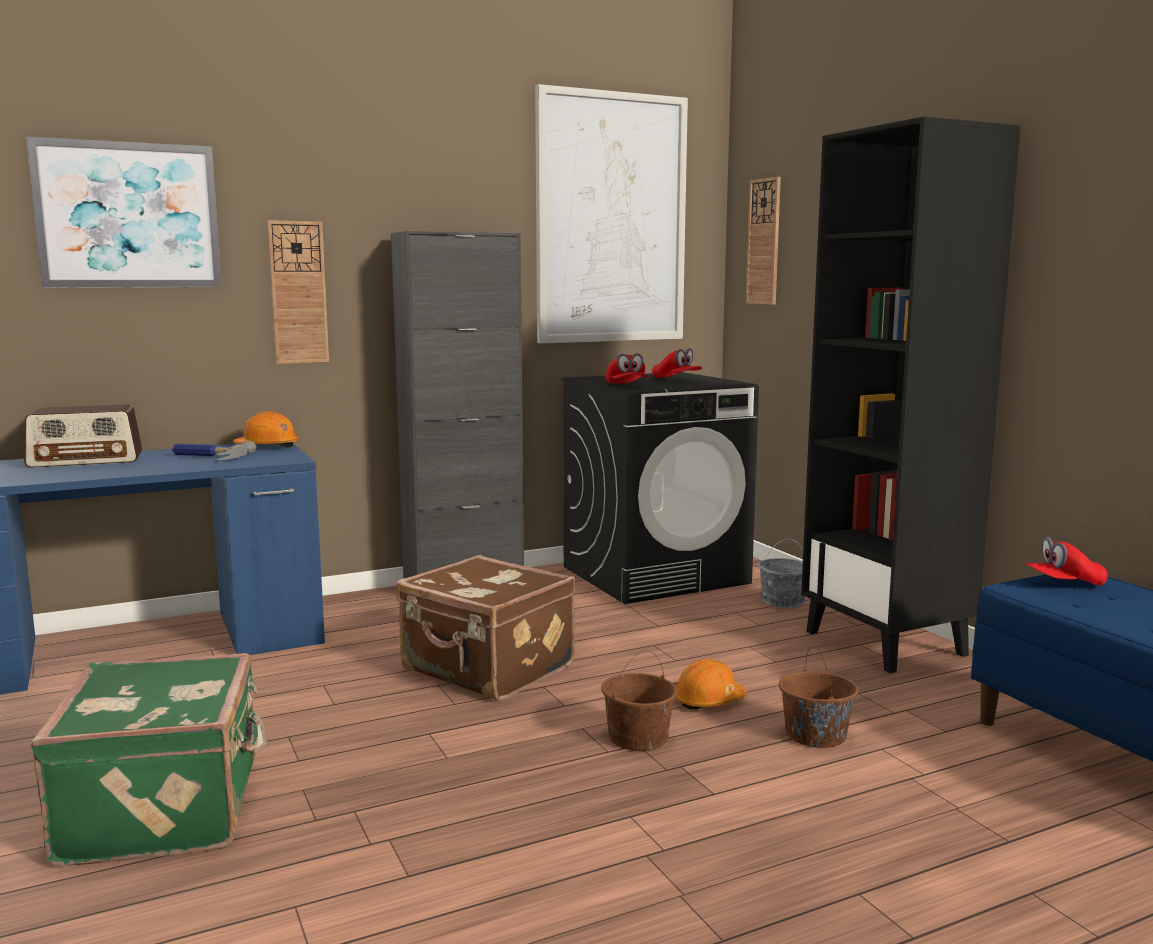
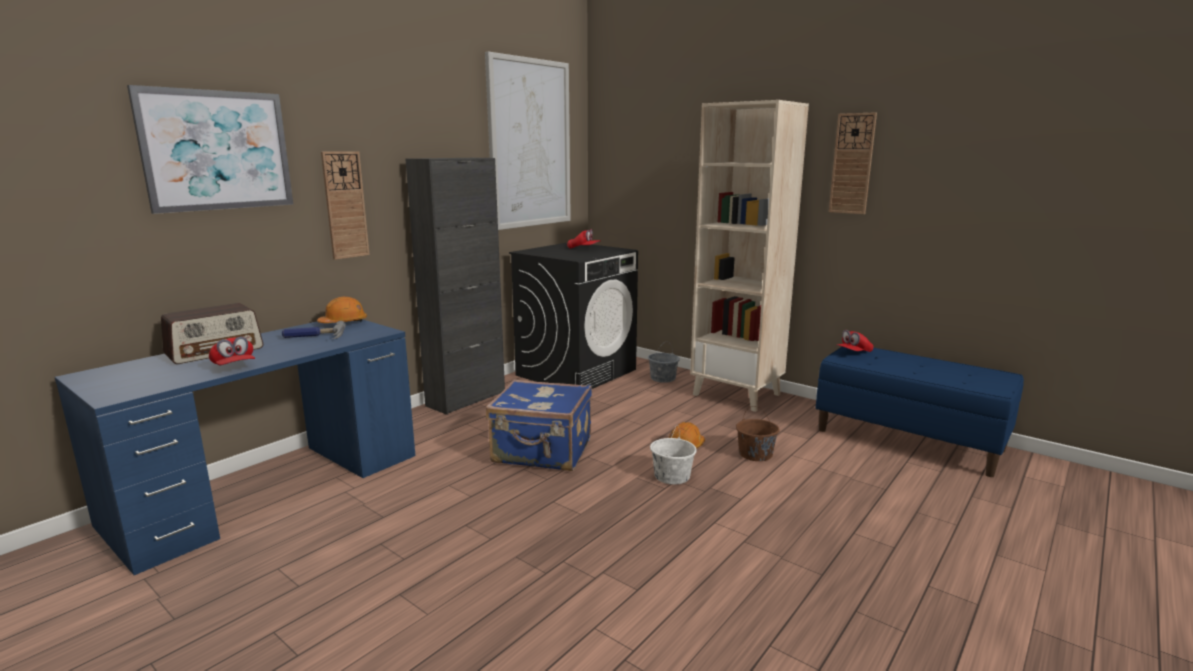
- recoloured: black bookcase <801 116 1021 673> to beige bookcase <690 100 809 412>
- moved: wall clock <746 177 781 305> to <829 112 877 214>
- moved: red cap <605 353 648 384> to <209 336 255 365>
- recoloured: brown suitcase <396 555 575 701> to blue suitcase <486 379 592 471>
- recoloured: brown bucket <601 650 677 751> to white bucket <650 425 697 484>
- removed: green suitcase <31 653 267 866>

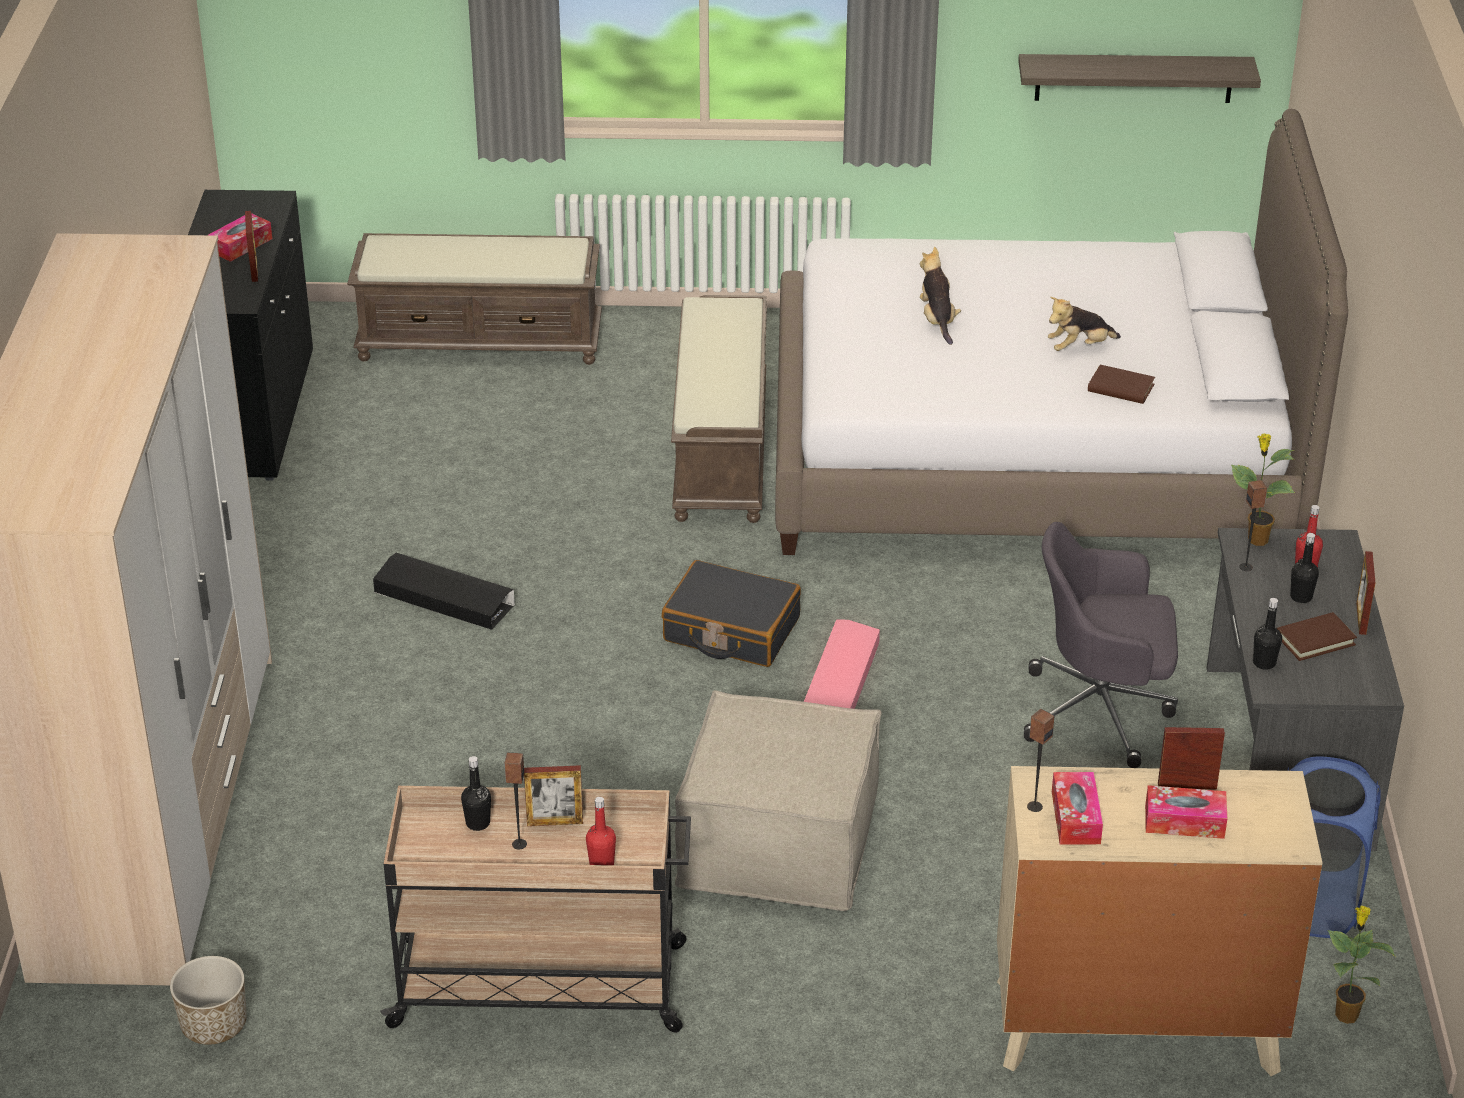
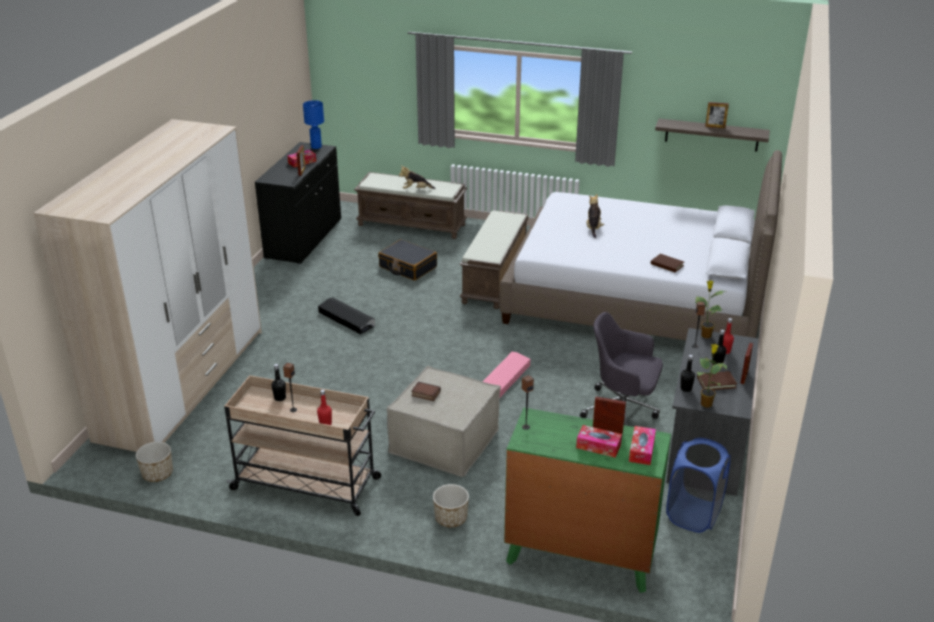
- moved: plush toy <1048 297 1121 351> to <399 166 435 189>
- moved: black suitcase <662 560 801 667> to <378 239 437 281>
- moved: picture frame <524 765 583 826> to <705 102 729 128>
- recoloured: beige dresser <997 766 1322 1076> to green dresser <504 408 671 593>
- moved: tissue box <1052 772 1103 845> to <629 426 656 465>
- moved: potted plant <1328 905 1395 1024> to <697 344 727 408>
- added: blue table lamp <303 100 324 149>
- added: book <411 382 441 401>
- added: planter <433 484 469 527>

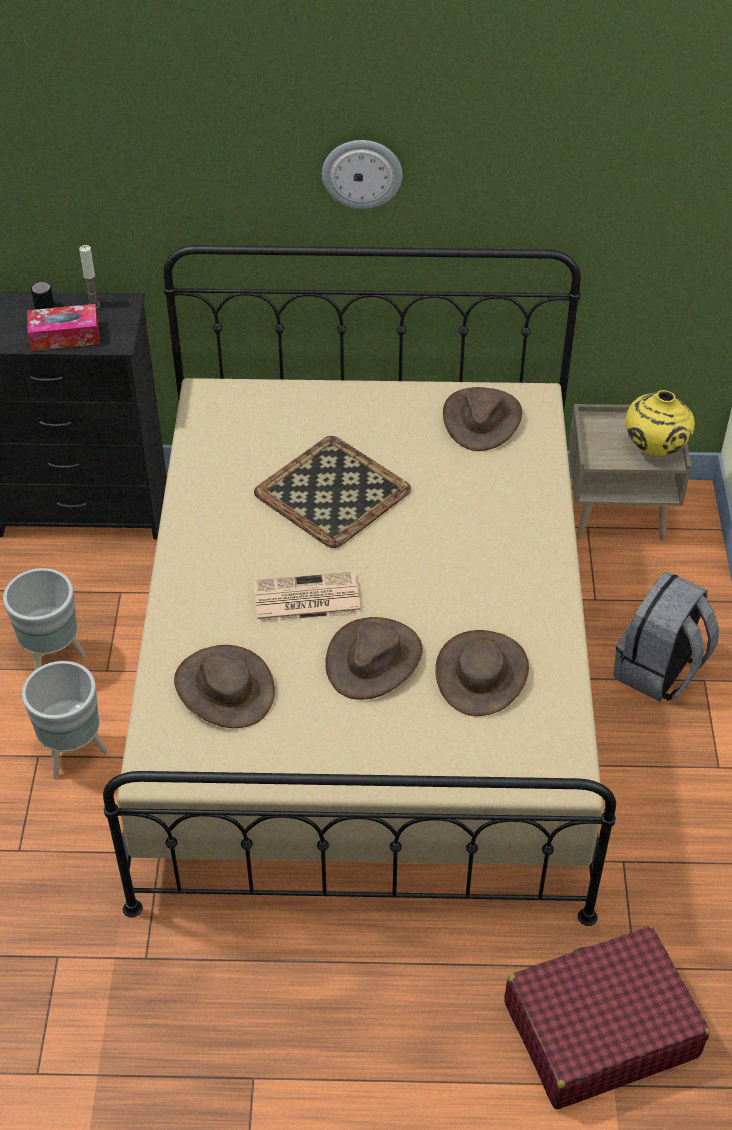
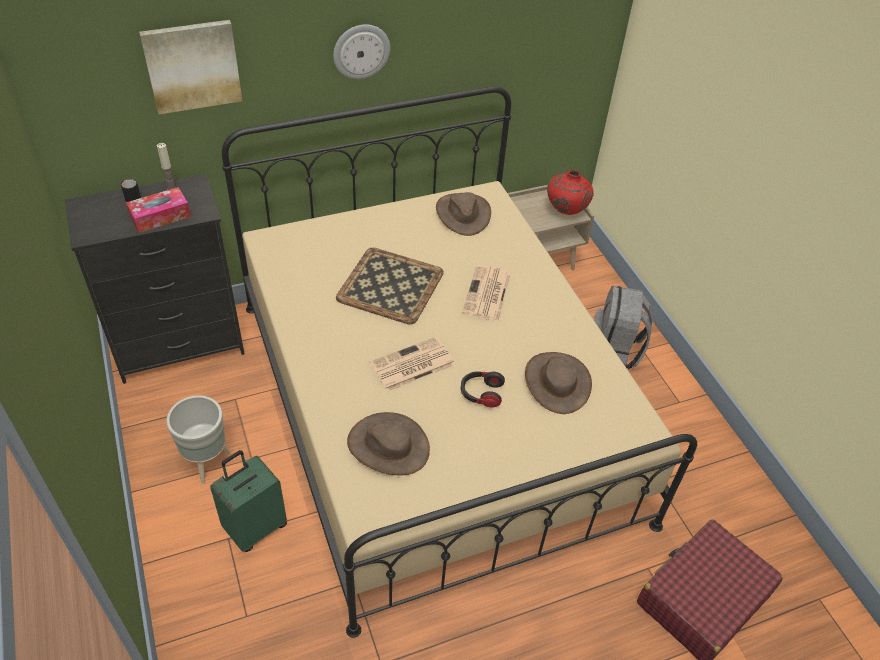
- recoloured: yellow vase <626 390 695 456> to red vase <547 170 594 215>
- replaced: brown hat <325 617 423 700> to headphones <461 371 505 408>
- replaced: grey planter <22 661 108 779> to green suitcase <210 450 287 552>
- added: picture <139 20 242 114>
- added: newspaper <462 265 511 322>

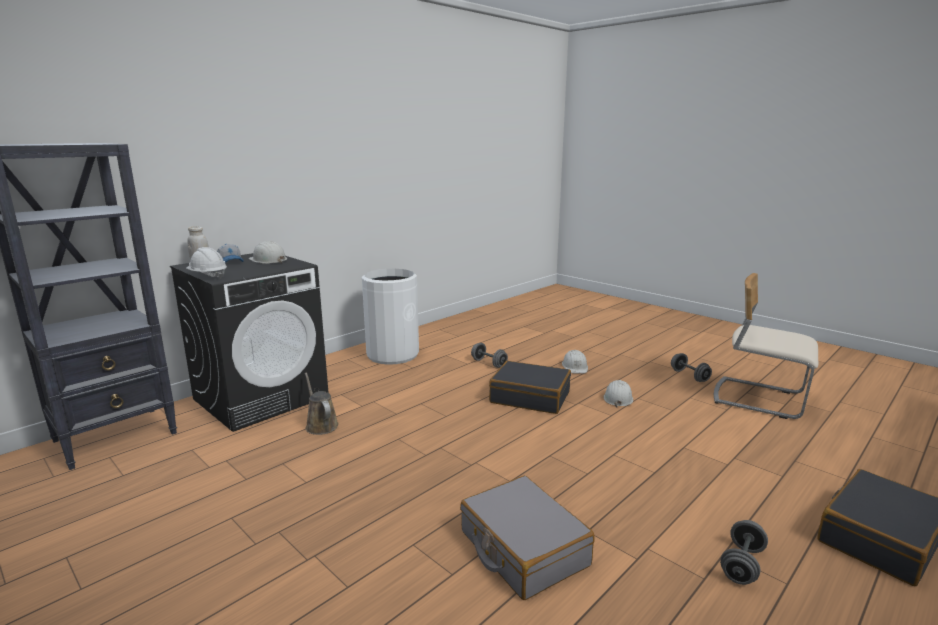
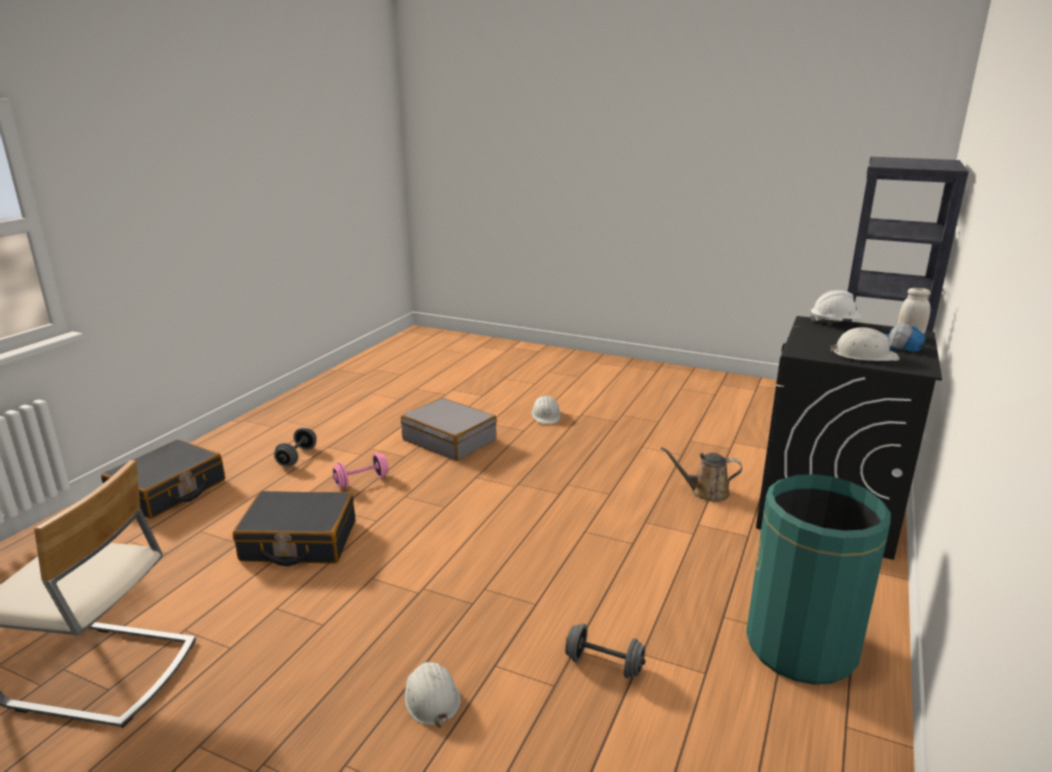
- recoloured: white trash can <362 269 419 365> to green trash can <746 474 891 685>
- removed: grey dumbbell <671 353 712 382>
- moved: black suitcase <489 361 571 414> to <233 491 355 566>
- turned: brown watering can <305 373 339 435> = <661 447 742 502> 150 degrees clockwise
- moved: white hard hat <604 380 633 407> to <531 396 561 424>
- added: pink dumbbell <332 453 389 488>

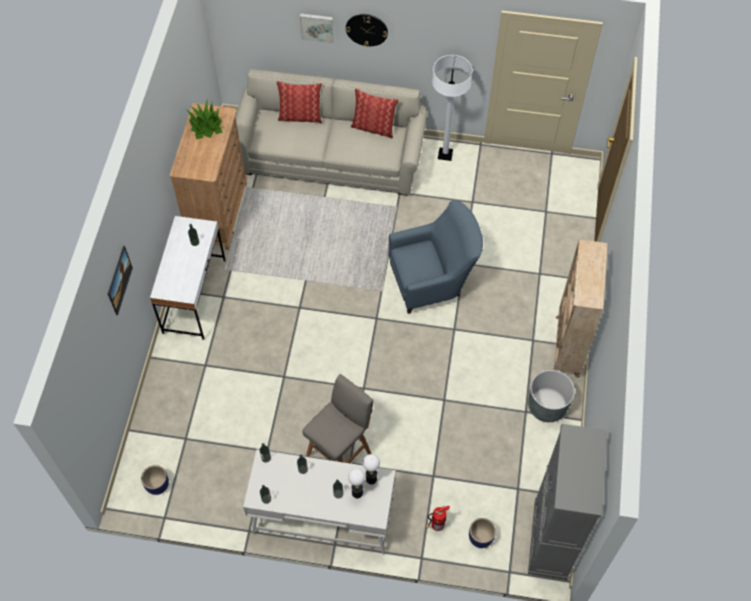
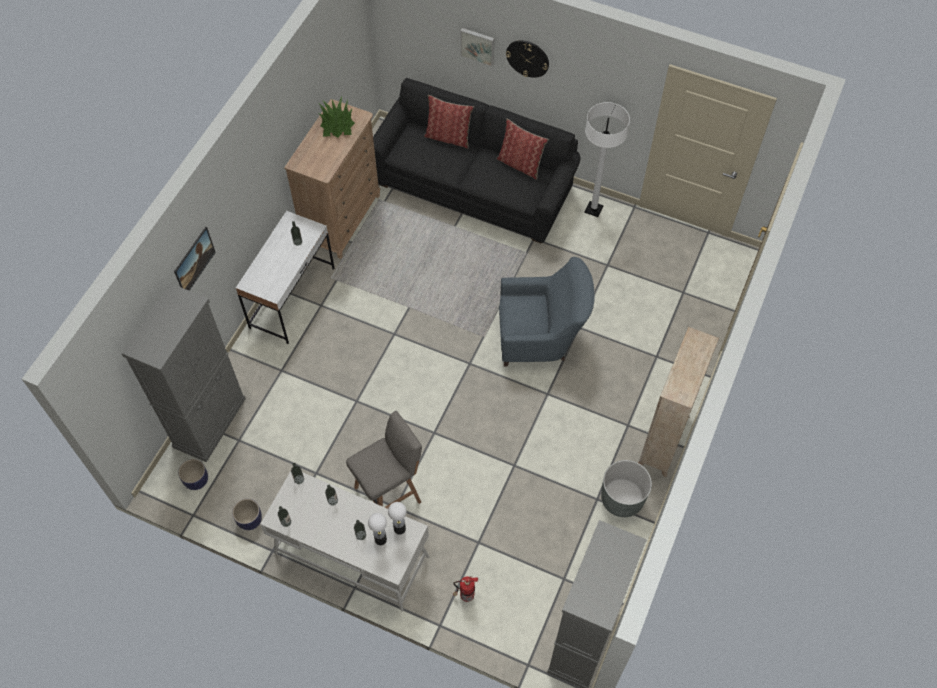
- recoloured: beige sofa <236 69 427 196> to black sofa <373 78 581 244>
- moved: planter <469 518 496 548> to <232 499 262 530>
- added: grey cabinet <121 283 246 462>

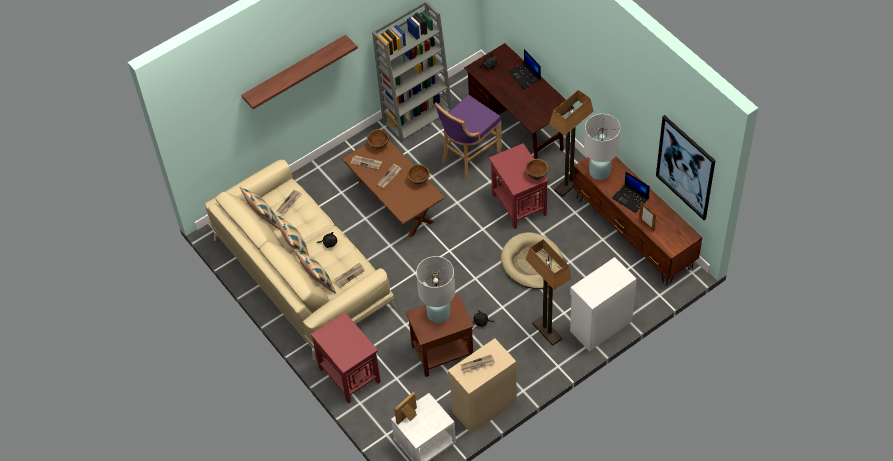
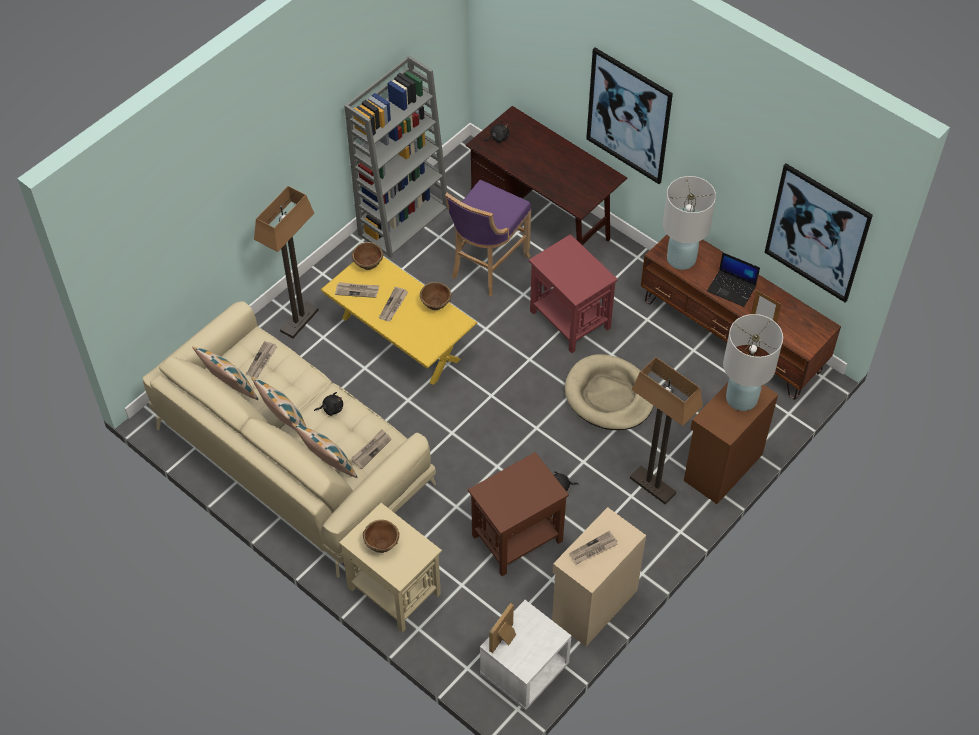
- removed: shelf <241 35 358 109>
- removed: laptop <507 49 541 89>
- moved: floor lamp <549 90 593 197> to <254 186 319 338>
- recoloured: brown coffee table <341 140 445 237> to yellow coffee table <320 257 477 385>
- moved: brown bowl <525 159 549 180> to <363 520 400 553>
- moved: white table lamp <416 256 455 323> to <723 314 783 411>
- recoloured: white cabinet <570 257 637 351> to brown cabinet <684 383 778 504>
- recoloured: red side table <311 312 381 404> to beige side table <339 503 442 632>
- added: picture <586 48 673 184>

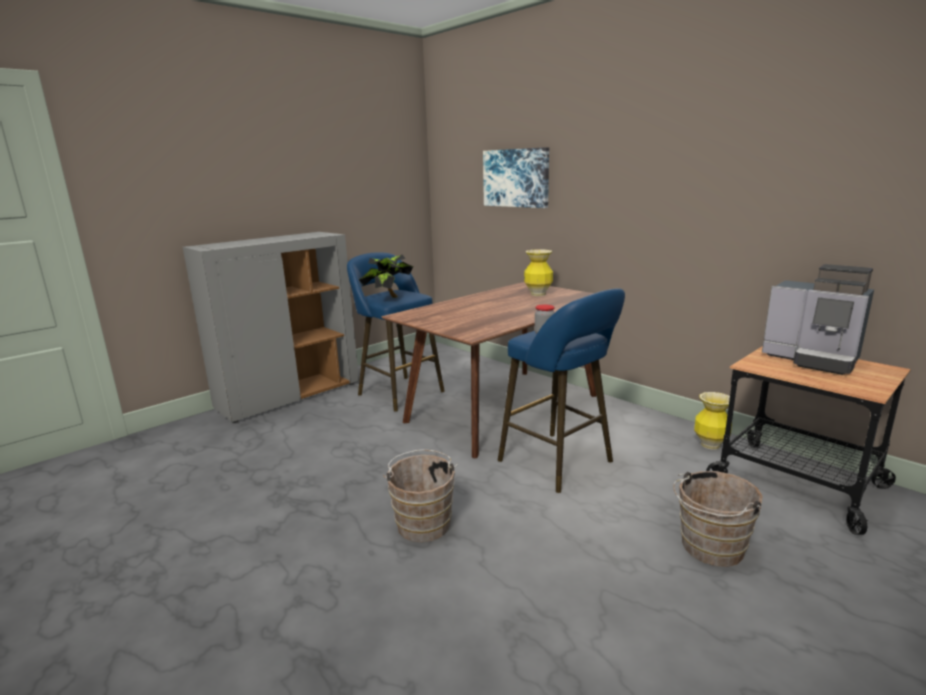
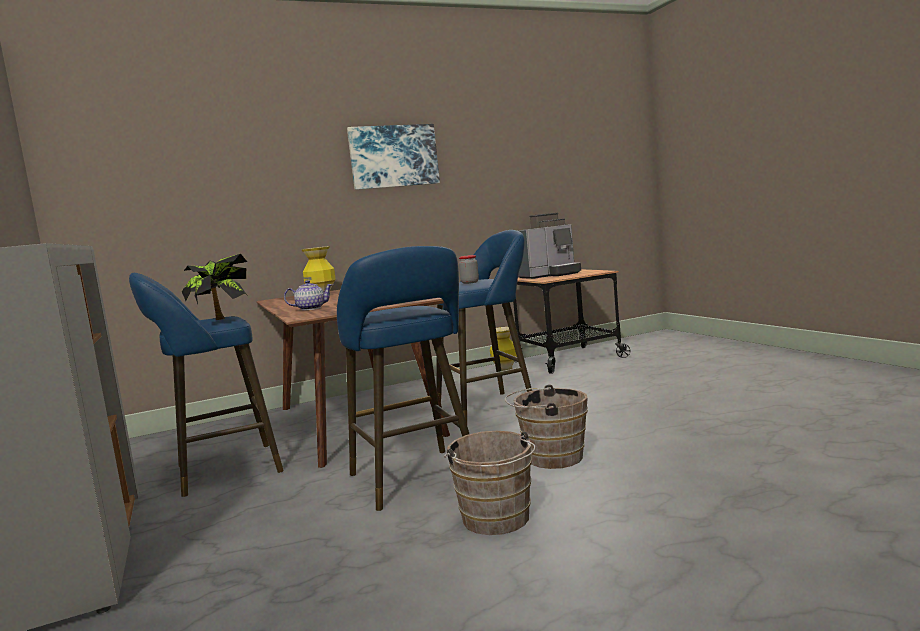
- moved: picture <483 147 549 208> to <347 124 440 190>
- moved: brown bucket <673 471 763 567> to <444 431 536 535>
- added: blue stool <337 246 469 511>
- added: teapot <284 280 333 310>

